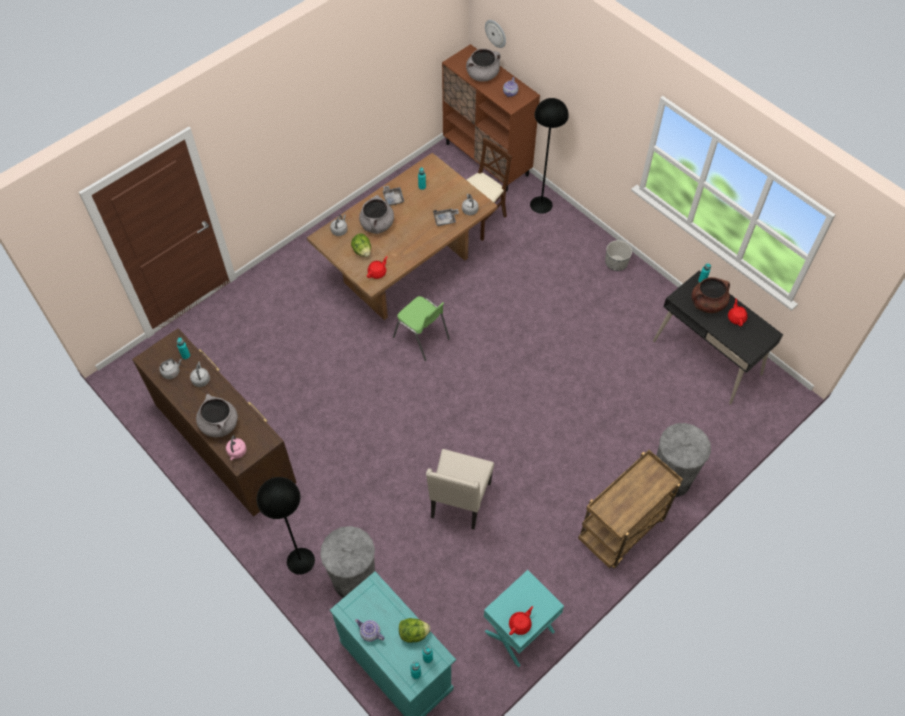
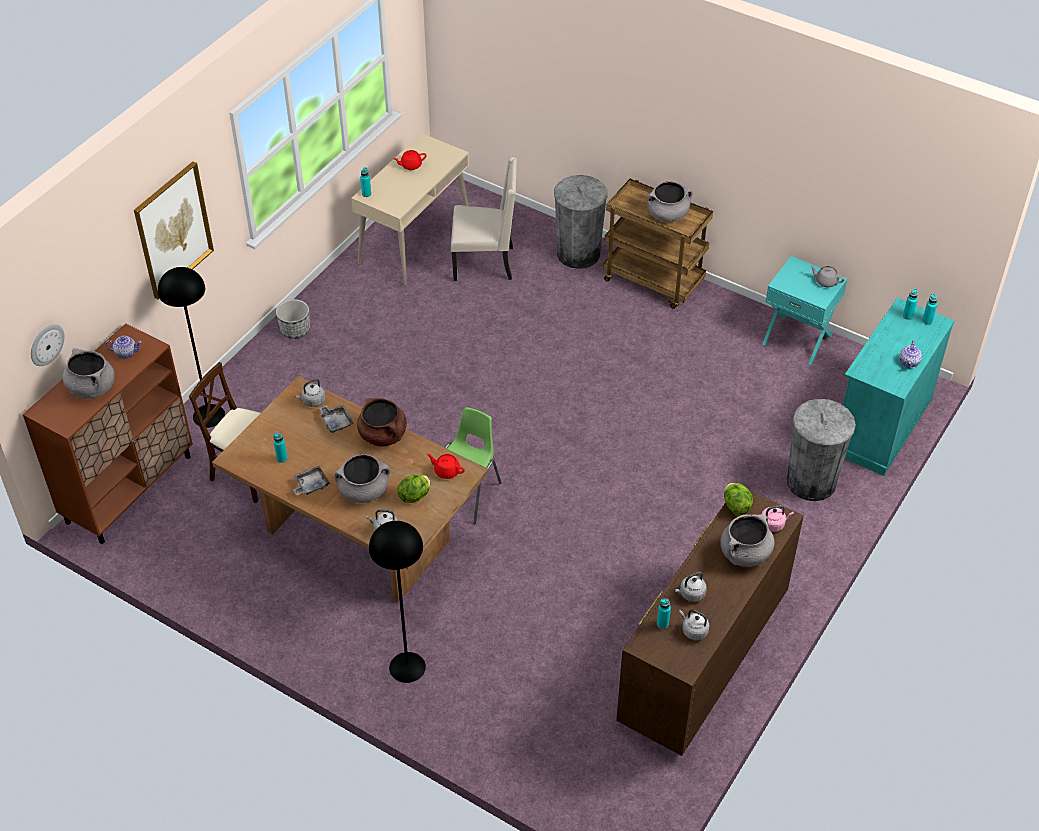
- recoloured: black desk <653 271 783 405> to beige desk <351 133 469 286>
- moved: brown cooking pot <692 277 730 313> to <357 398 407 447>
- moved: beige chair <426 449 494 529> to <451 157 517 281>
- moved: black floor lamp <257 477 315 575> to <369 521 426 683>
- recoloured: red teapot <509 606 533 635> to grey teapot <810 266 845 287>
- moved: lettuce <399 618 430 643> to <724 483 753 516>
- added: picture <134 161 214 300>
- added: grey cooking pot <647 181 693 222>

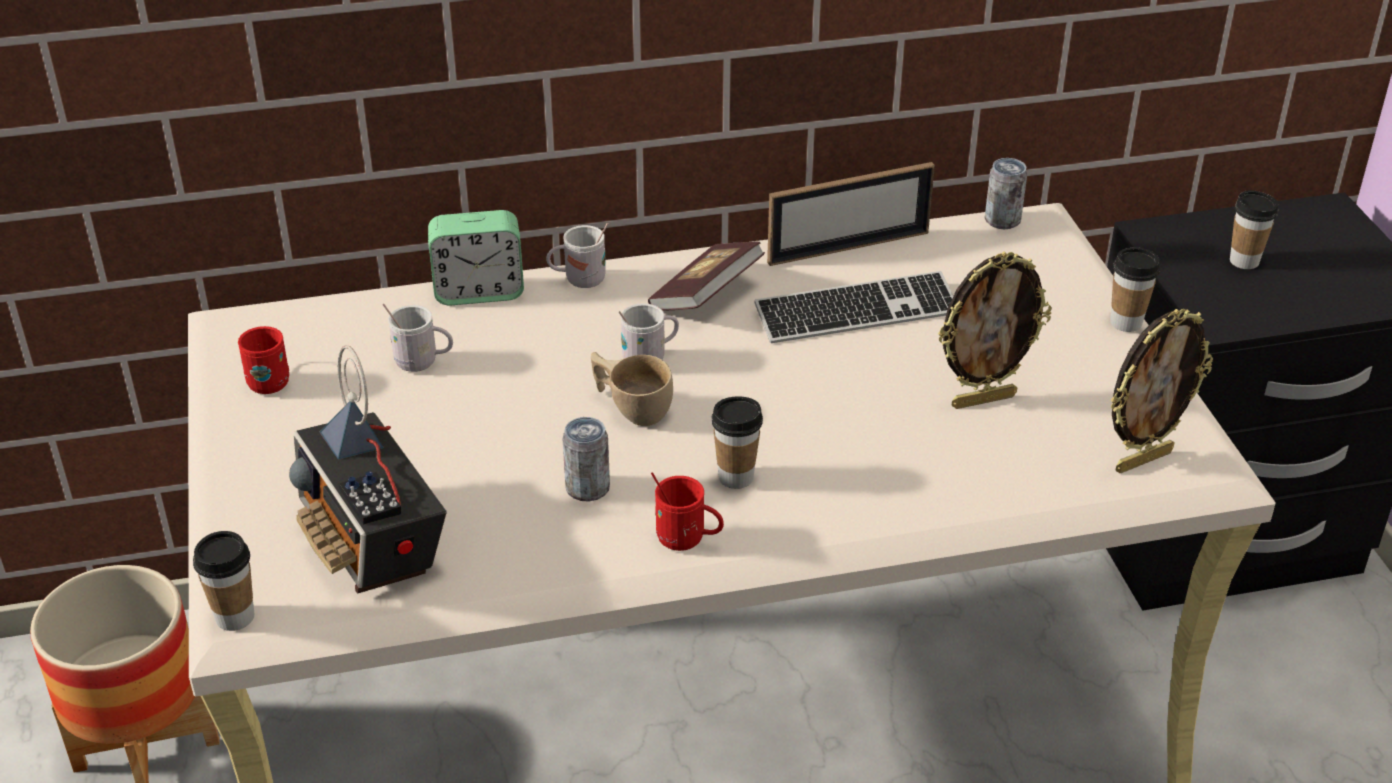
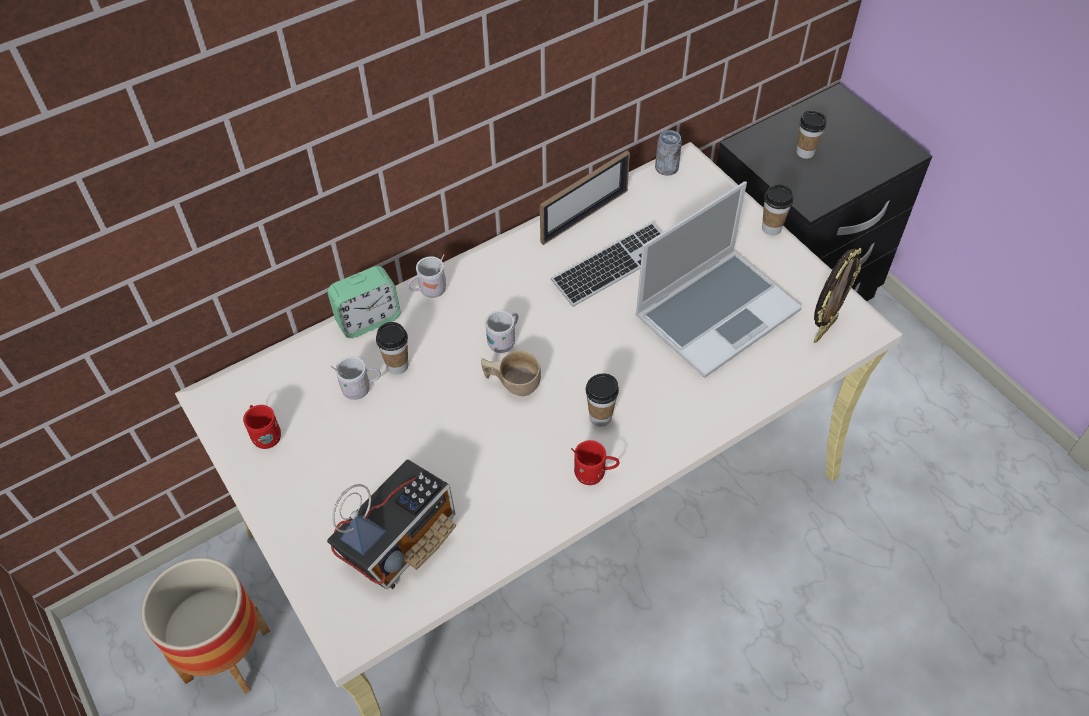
- removed: book <648 241 765 311>
- replaced: picture frame <938 251 1052 409> to laptop <635 181 802 378>
- turned: radio <289 345 447 593> = <327 460 456 589> 90 degrees counterclockwise
- removed: can <563 417 610 502>
- moved: cup <193 531 254 631> to <376 322 408 375>

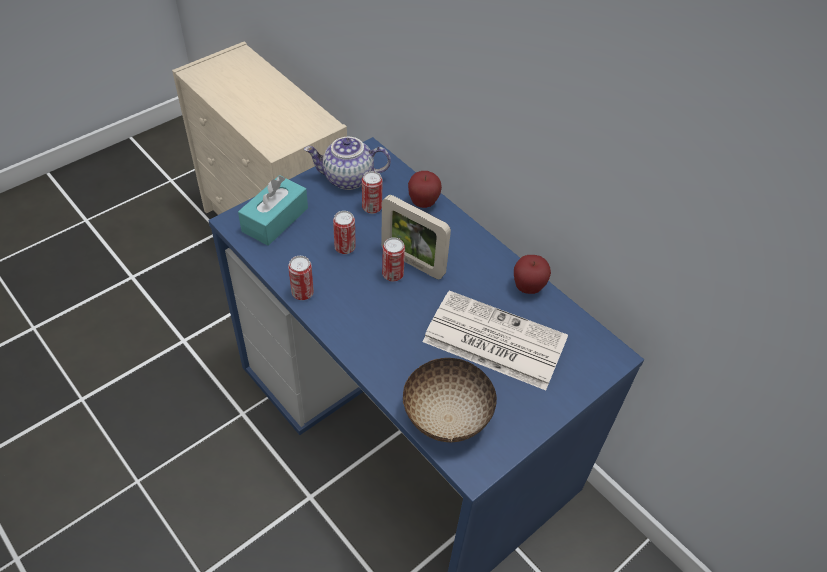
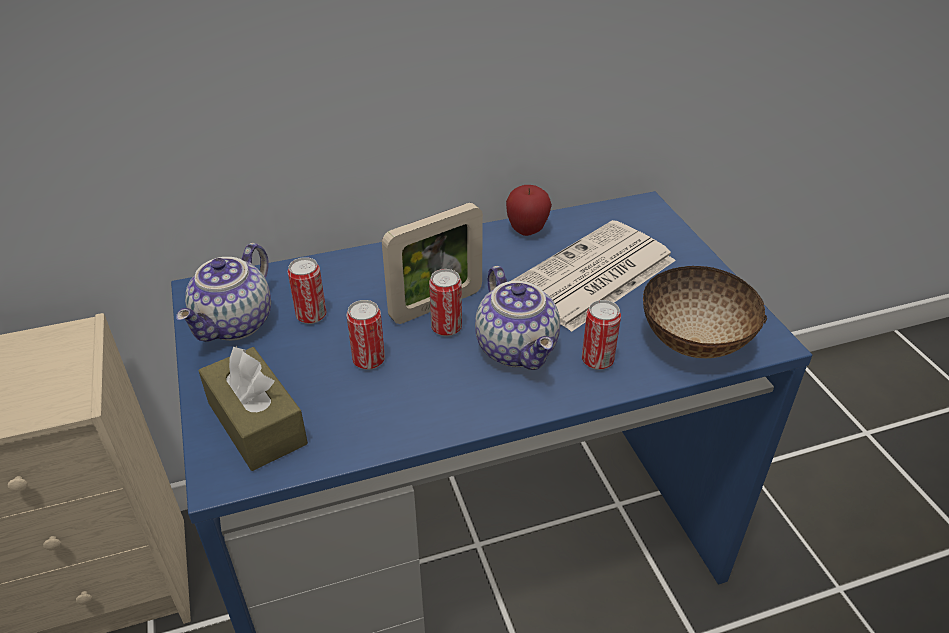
- removed: apple <408 171 442 208>
- recoloured: turquoise tissue box <238 175 308 246> to brown tissue box <199 346 308 471>
- moved: can <288 256 314 300> to <582 300 621 370>
- added: teapot <475 266 560 370>

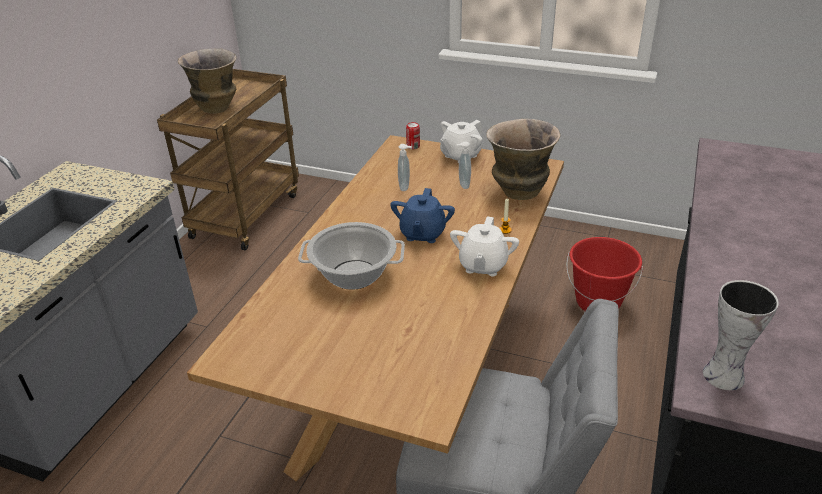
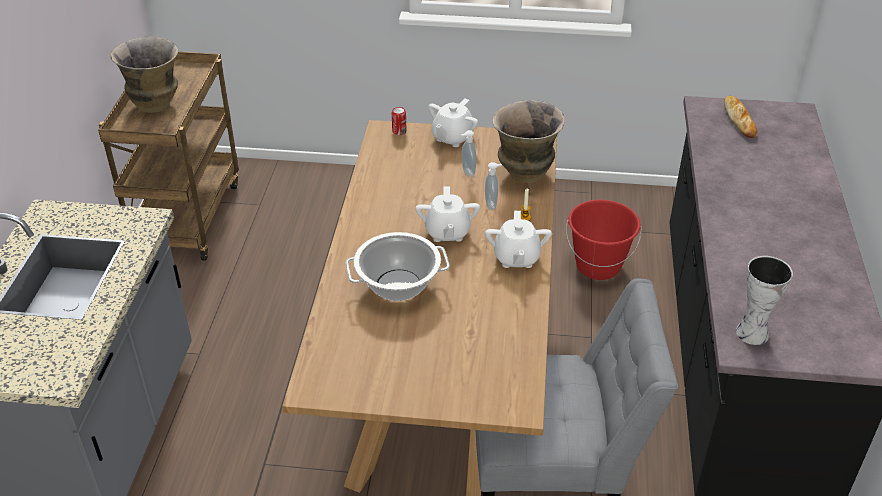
- moved: soap dispenser <398 144 412 191> to <485 162 502 210>
- recoloured: blue teapot <390 188 455 243> to white teapot <415 186 480 242>
- added: bread <724 96 757 138>

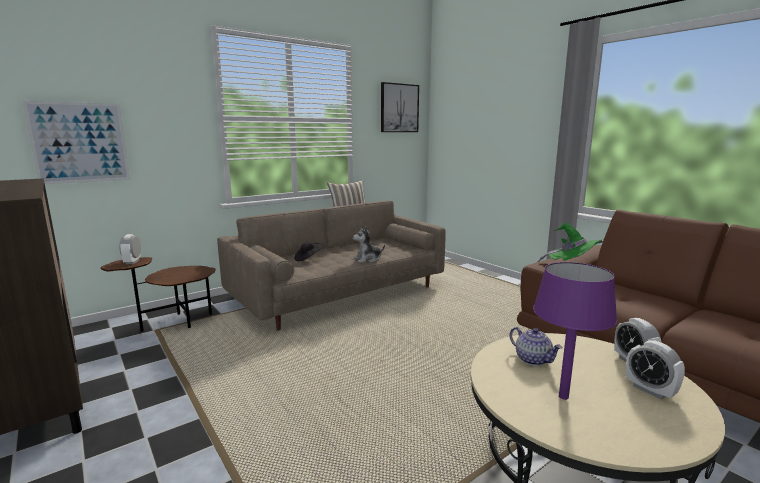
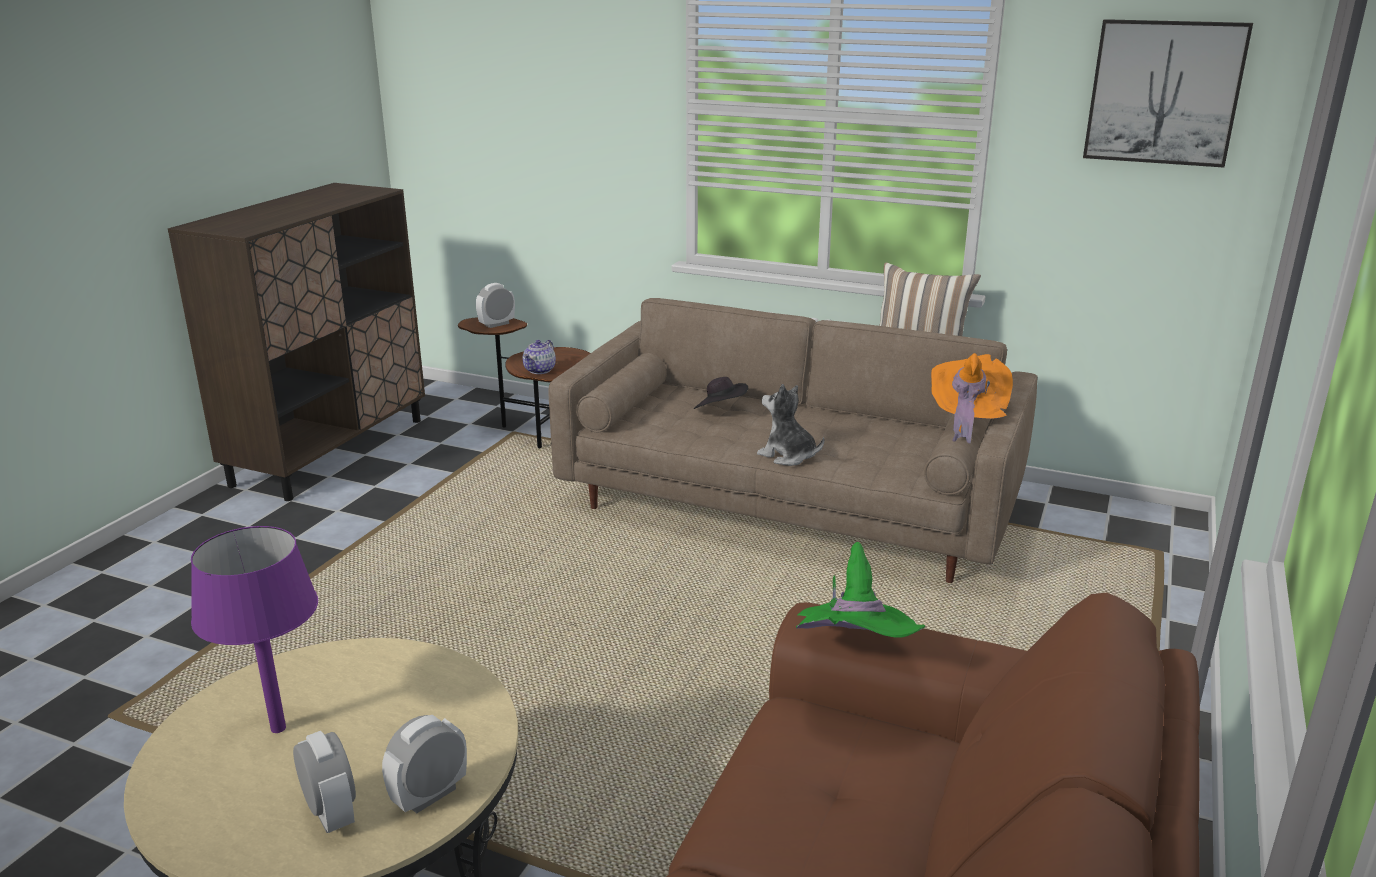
- removed: picture <23 101 130 184>
- moved: teapot <509 327 563 366> to <523 340 556 374>
- turned: alarm clock <626 340 685 400> = <293 731 356 833> 120 degrees clockwise
- added: orange hat <931 353 1013 444>

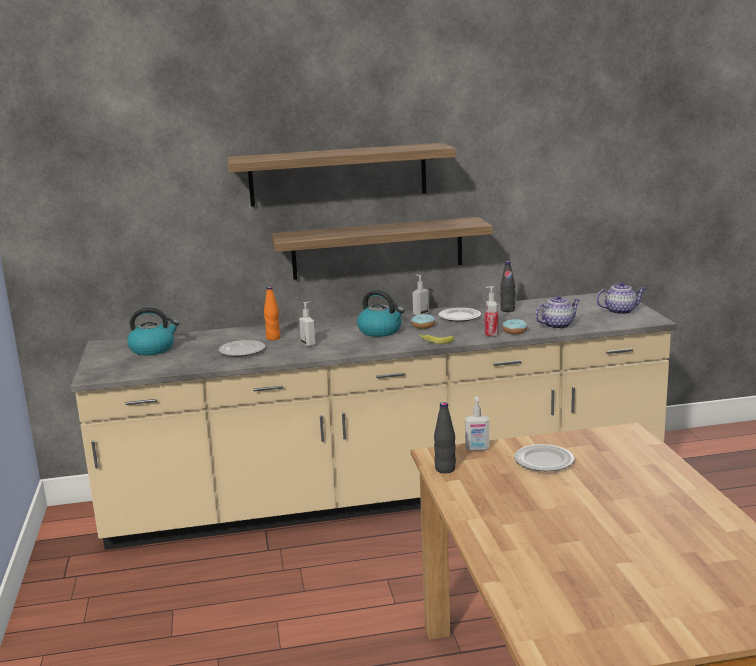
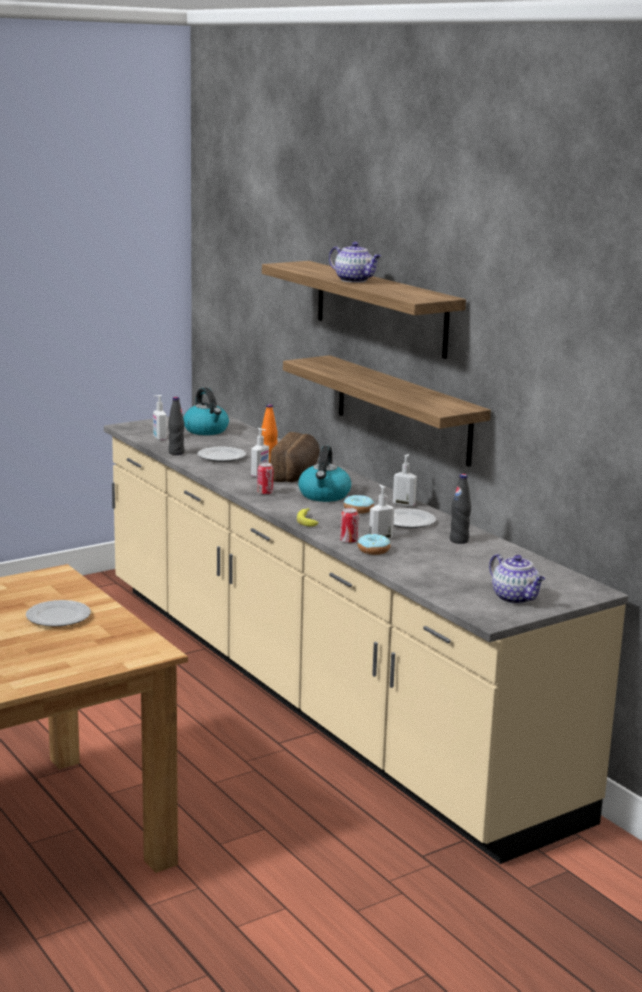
- moved: teapot <535 295 580 329> to <329 242 381 283>
- moved: soap dispenser <465 397 489 451> to <153 395 167 441>
- moved: black bottle <434 402 456 473> to <168 397 185 455>
- added: bread <270 432 320 482>
- added: can <257 463 273 495>

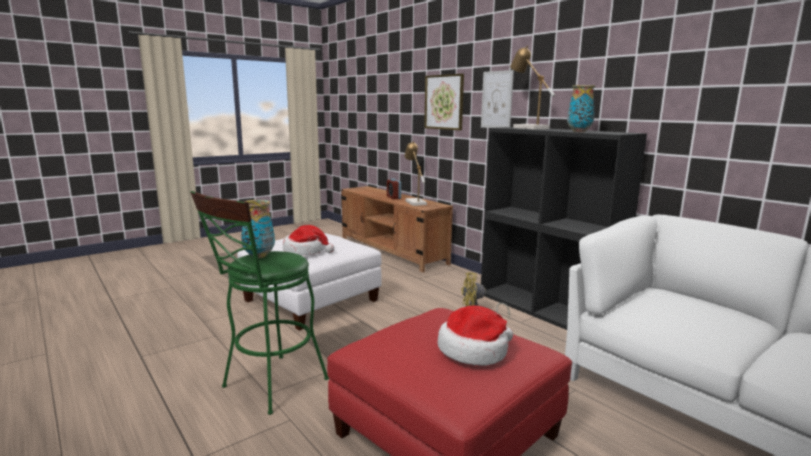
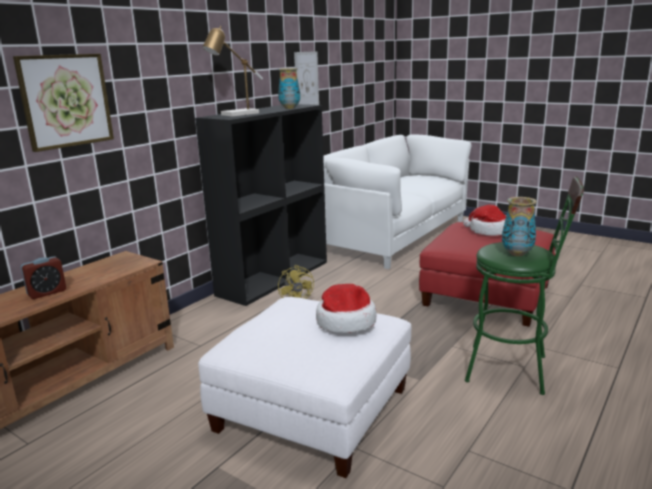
- moved: picture <481 70 514 128> to <294 51 319 105>
- removed: table lamp <404 141 427 206>

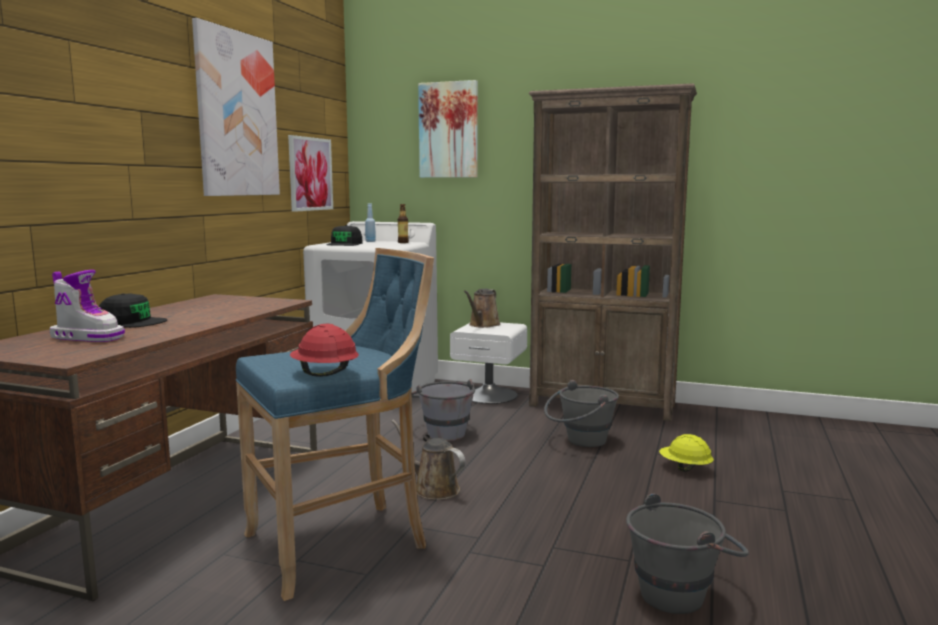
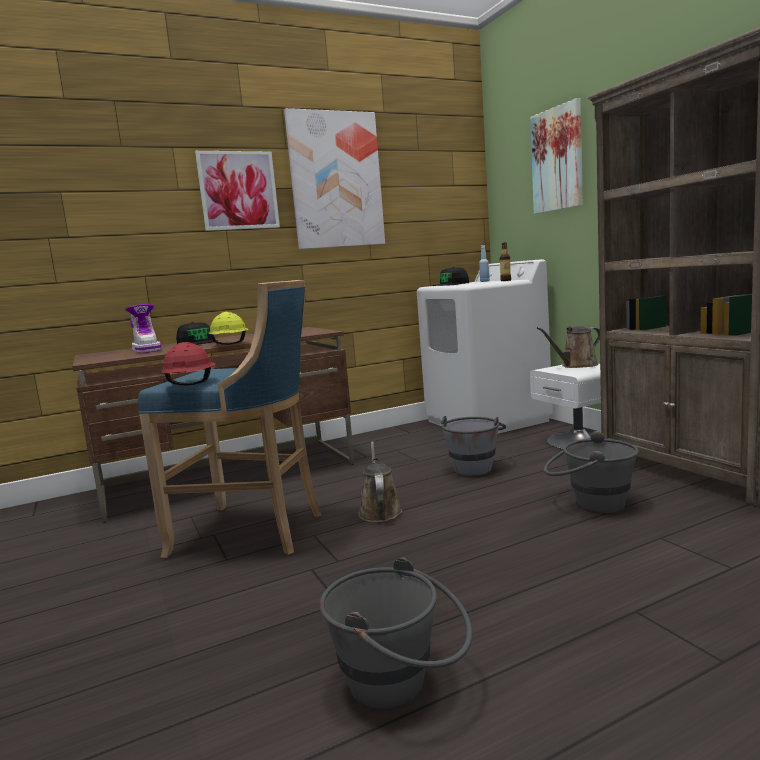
- moved: picture <288 135 333 212> to <195 151 280 231>
- moved: yellow hard hat <659 434 714 472> to <209 312 249 345>

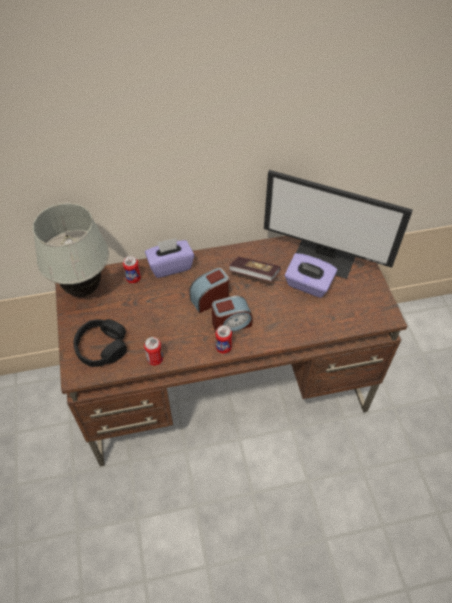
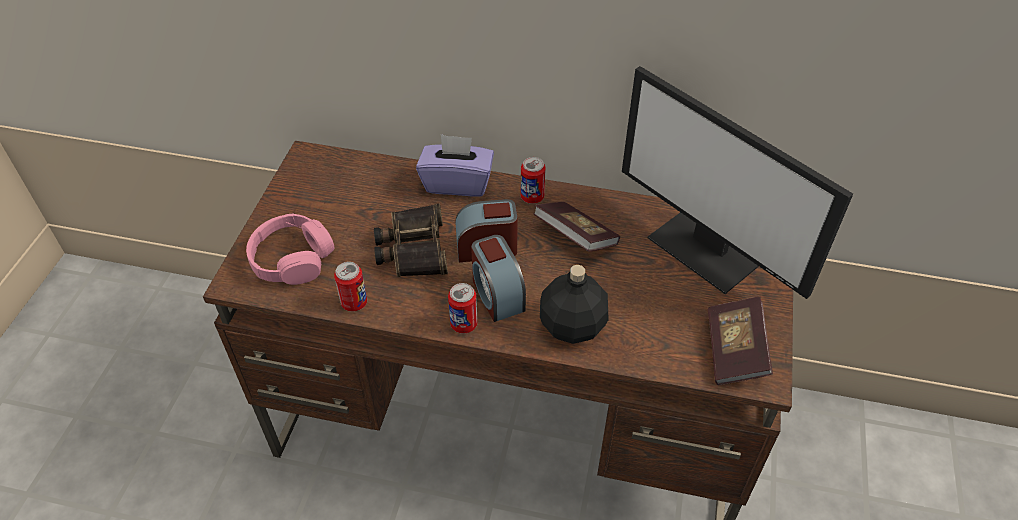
- removed: white table lamp <33 203 109 297>
- removed: purple tissue box <285 253 337 298>
- moved: can <123 256 141 284> to <521 157 546 204>
- turned: alarm clock <212 296 252 332> = <471 235 526 322> 60 degrees clockwise
- recoloured: black headphones <73 319 127 367> to pink headphones <246 214 334 285>
- added: binoculars <374 204 448 277>
- added: black bottle <540 265 609 344>
- added: book <708 297 773 385>

